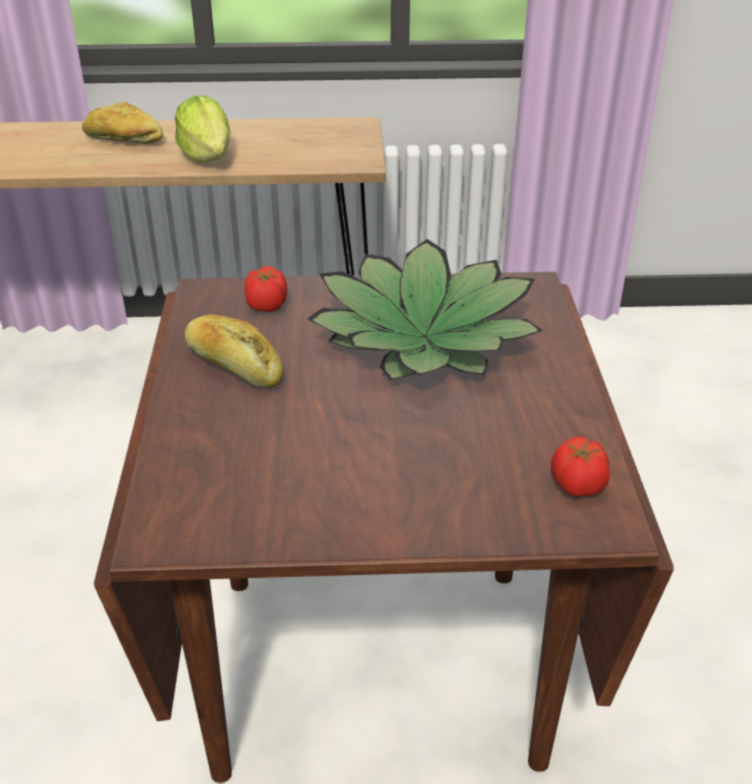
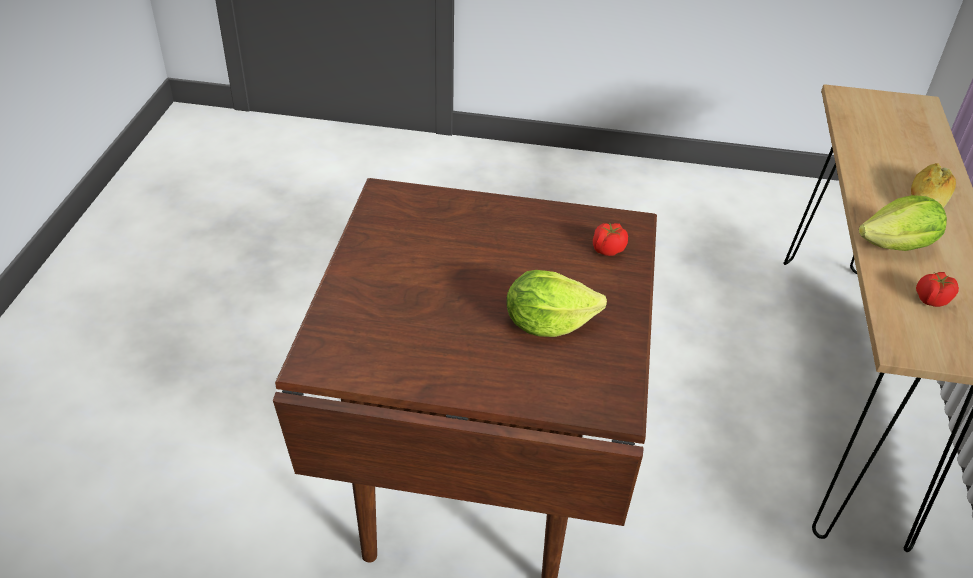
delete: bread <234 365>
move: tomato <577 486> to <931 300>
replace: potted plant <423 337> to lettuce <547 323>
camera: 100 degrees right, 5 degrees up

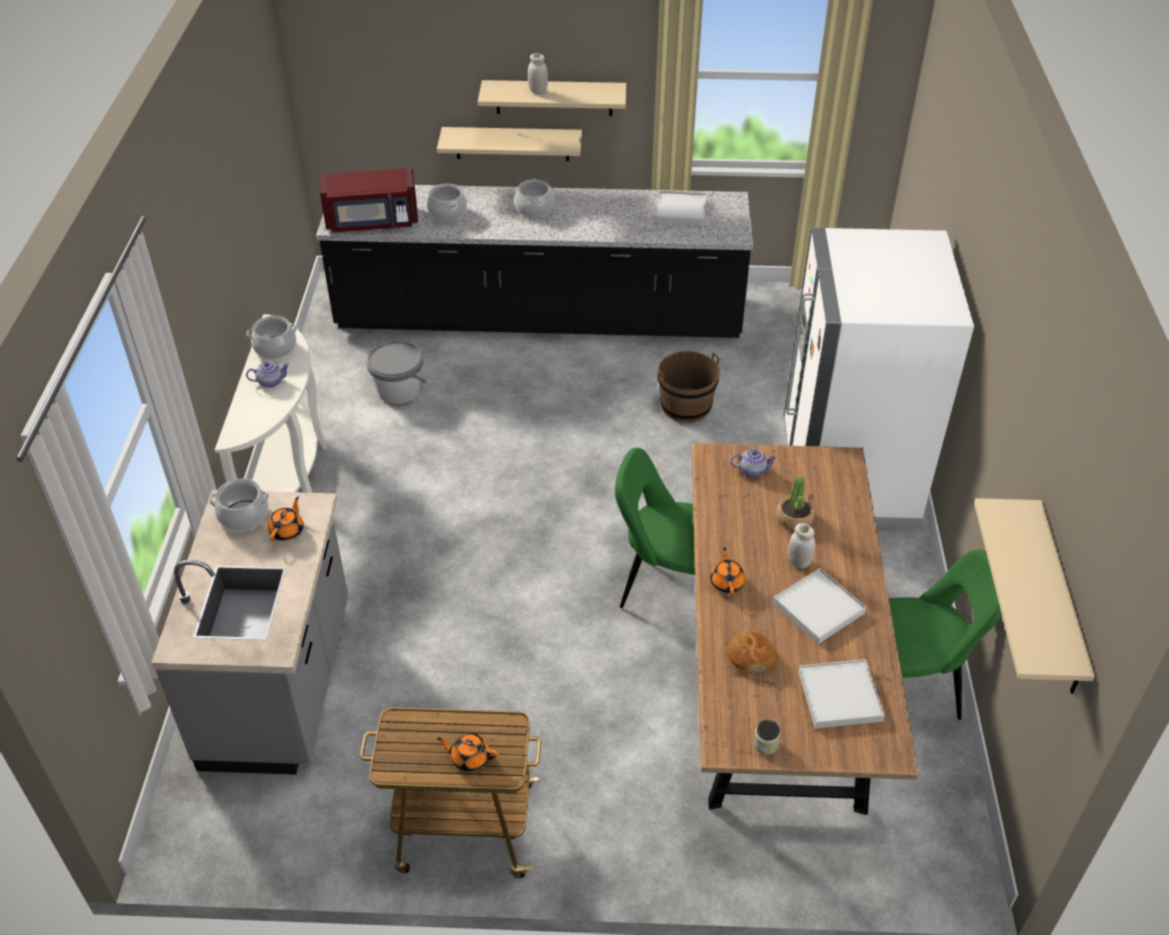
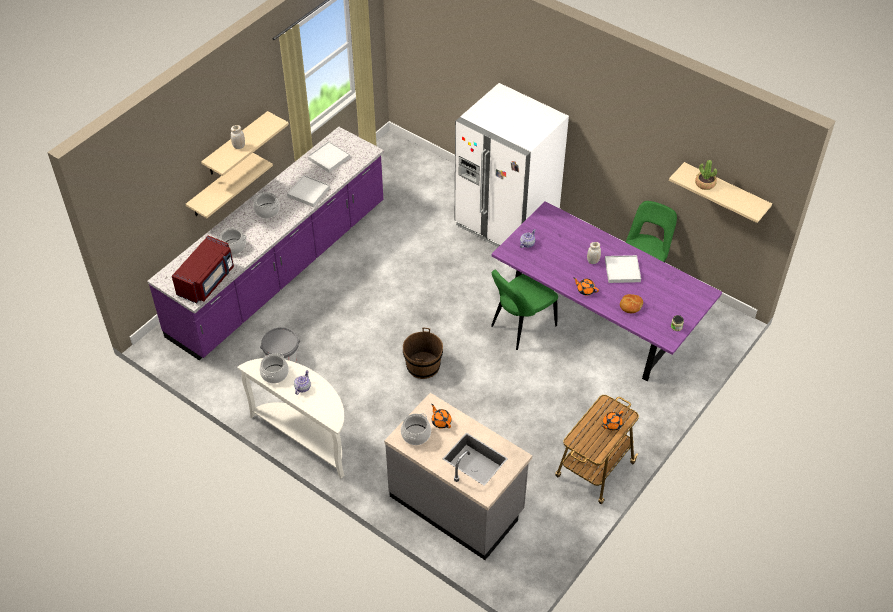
move: tray (white) <840 696> to <308 192>; bucket (brown) <685 405> to <423 366>; potted plant <794 518> to <705 183>
recolor: counter (black) <539 316> to counter (purple) <280 269>; dining table (brown) <775 675> to dining table (purple) <598 319>
camera: 55 degrees left, 5 degrees up

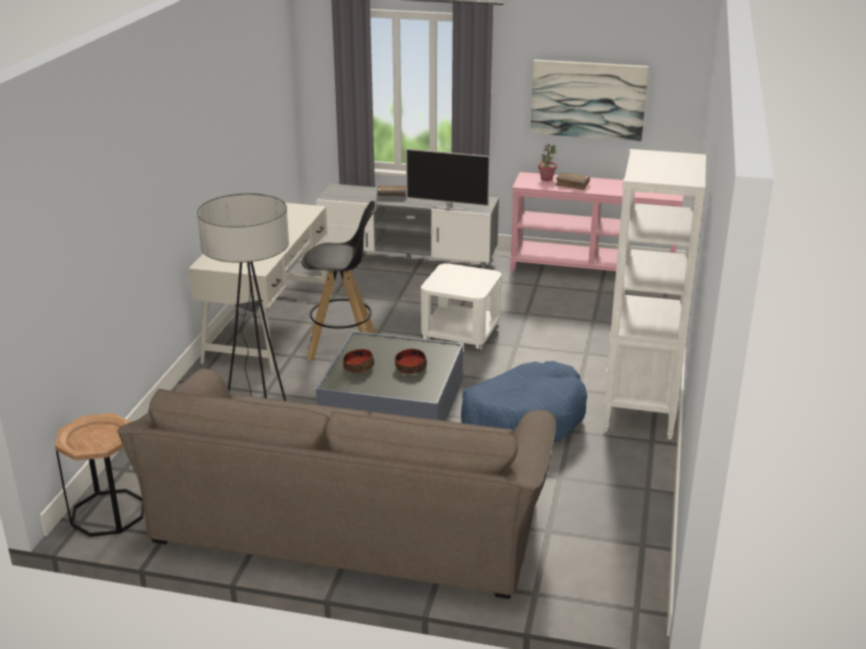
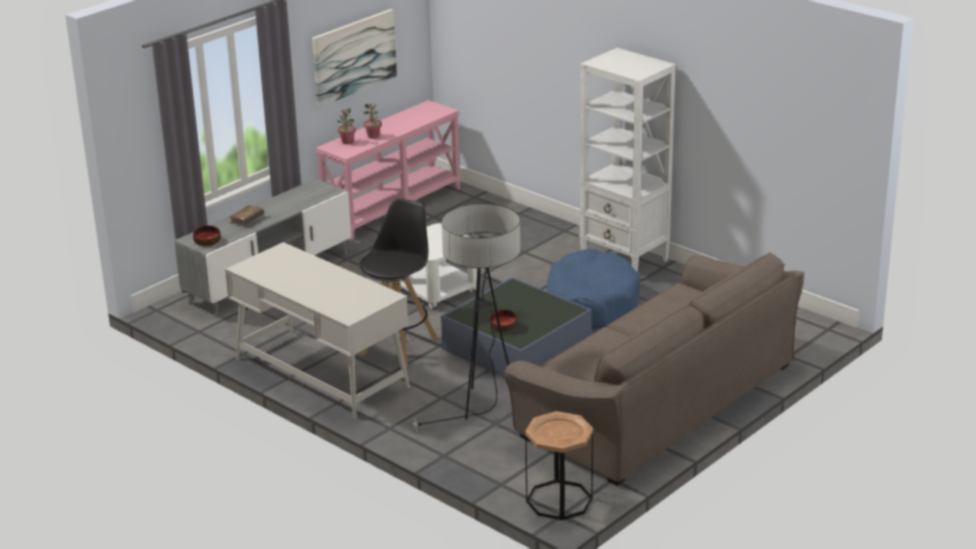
delete: television <448 207>
move: bowl <410 368> to <207 241>
replace: book (brown) <572 184> to potted plant <373 136>
camera: 60 degrees left, 0 degrees up

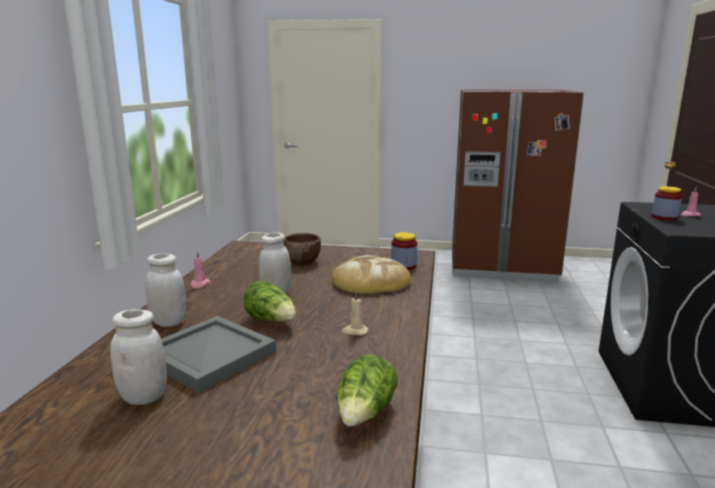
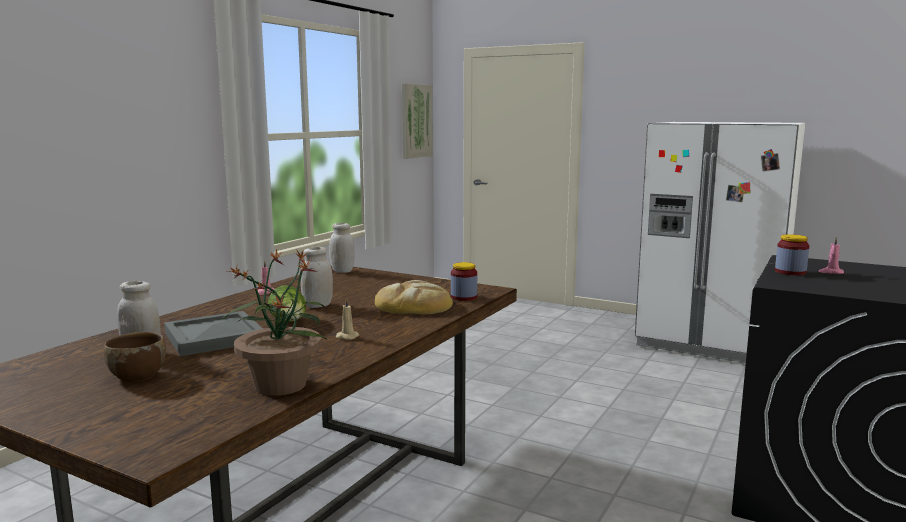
insert: picture <415 121>
move: bowl (brown) <302 261> to <137 376>; jar (white) <168 322> to <342 271>
replace: lettuce <365 413> to potted plant <280 384>
recolor: fridge (brown) <501 267> to fridge (white) <710 342>
camera: 20 degrees right, 5 degrees down

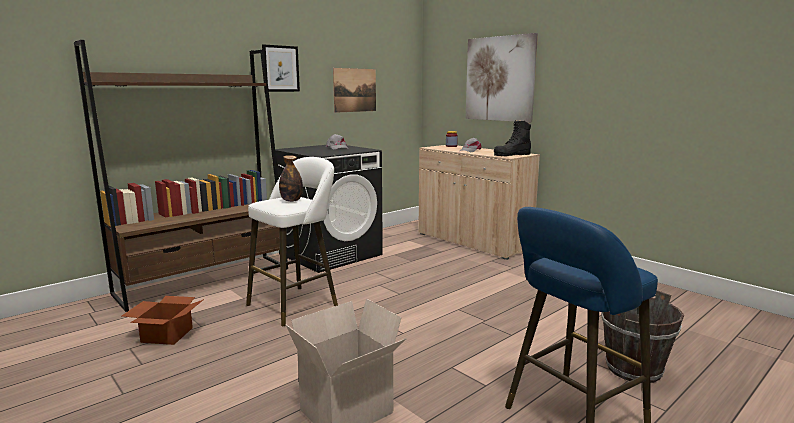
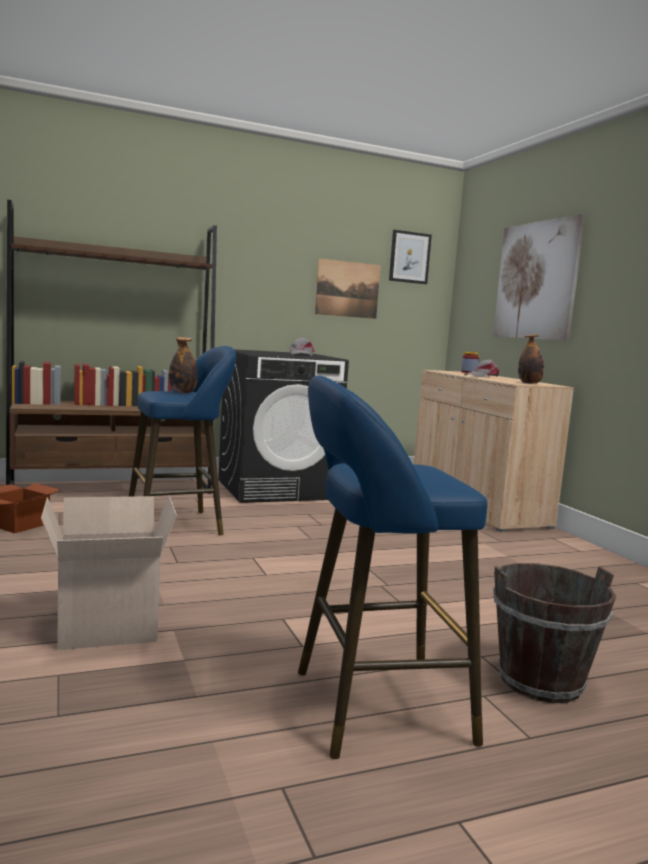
move: picture <280 68> to <409 257>
replace: boot (black) <512 155> to bottle <529 383>
recolor: stool (white) <296 304> to stool (blue) <180 525>
camera: 20 degrees right, 5 degrees down

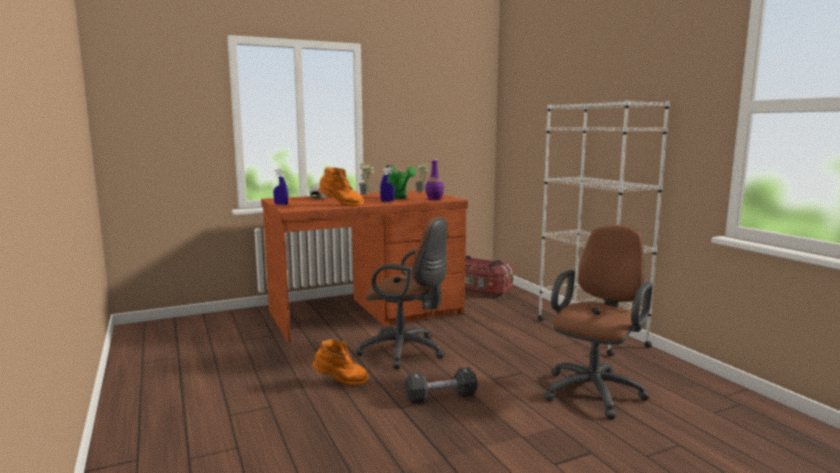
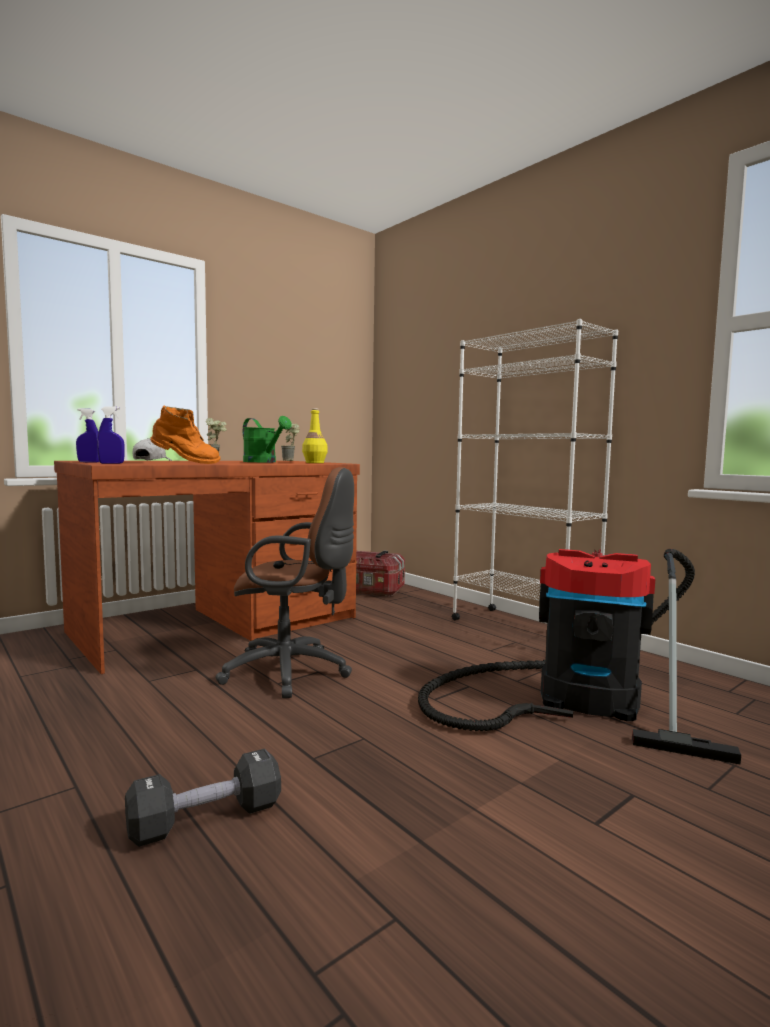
delete: boot (orange) <340 382>
move: spray bottle (blue) <387 201> to <111 463>; dumbbell (black) <441 397> to <206 819>
replace: office chair (brown) <595 390> to vacuum cleaner <576 700>
recolor: bottle (purple) <434 199> to bottle (yellow) <314 463>
camera: 15 degrees left, 5 degrees down

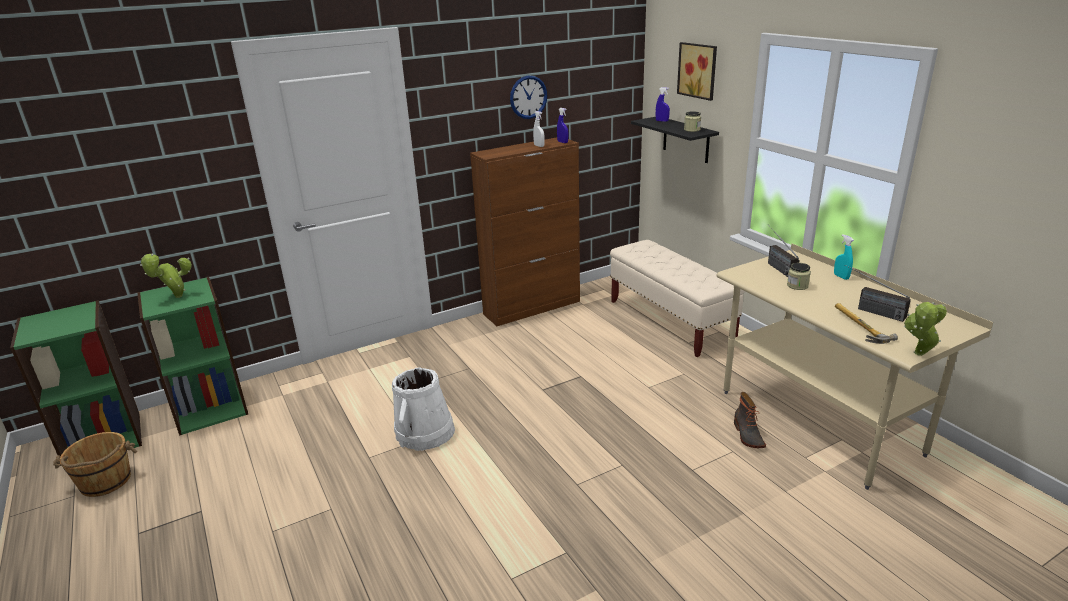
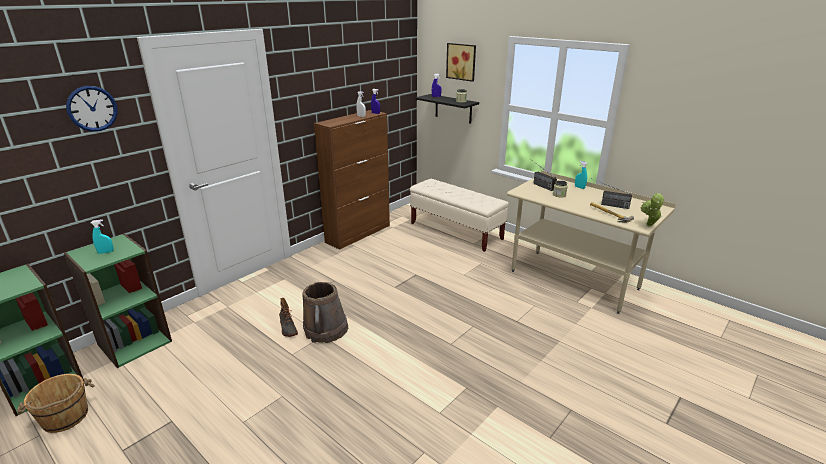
move: wall clock <528 97> to <92 108>; boot <747 435> to <287 328>
replace: potted plant <176 297> to spray bottle (turquoise) <106 252>
recolor: bucket (white) <425 433> to bucket (brown) <326 330>
camera: 20 degrees left, 0 degrees up

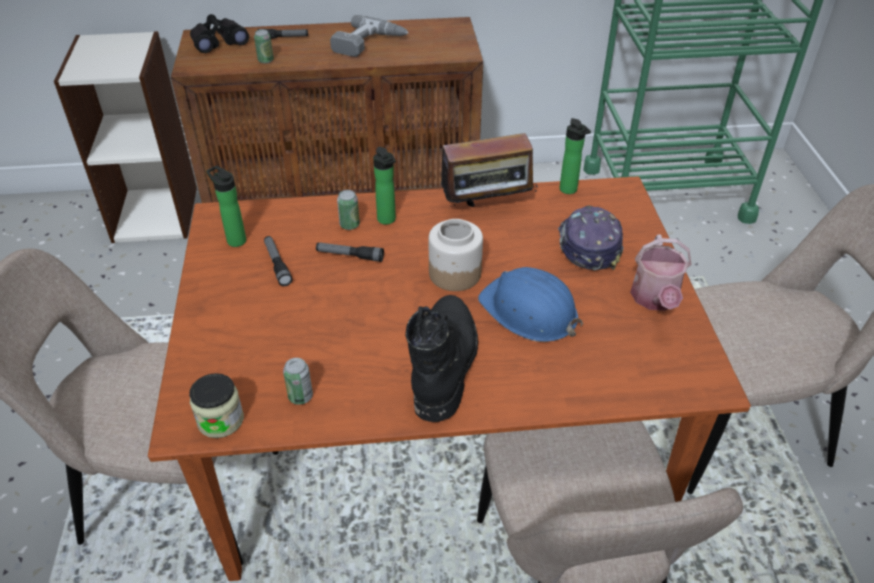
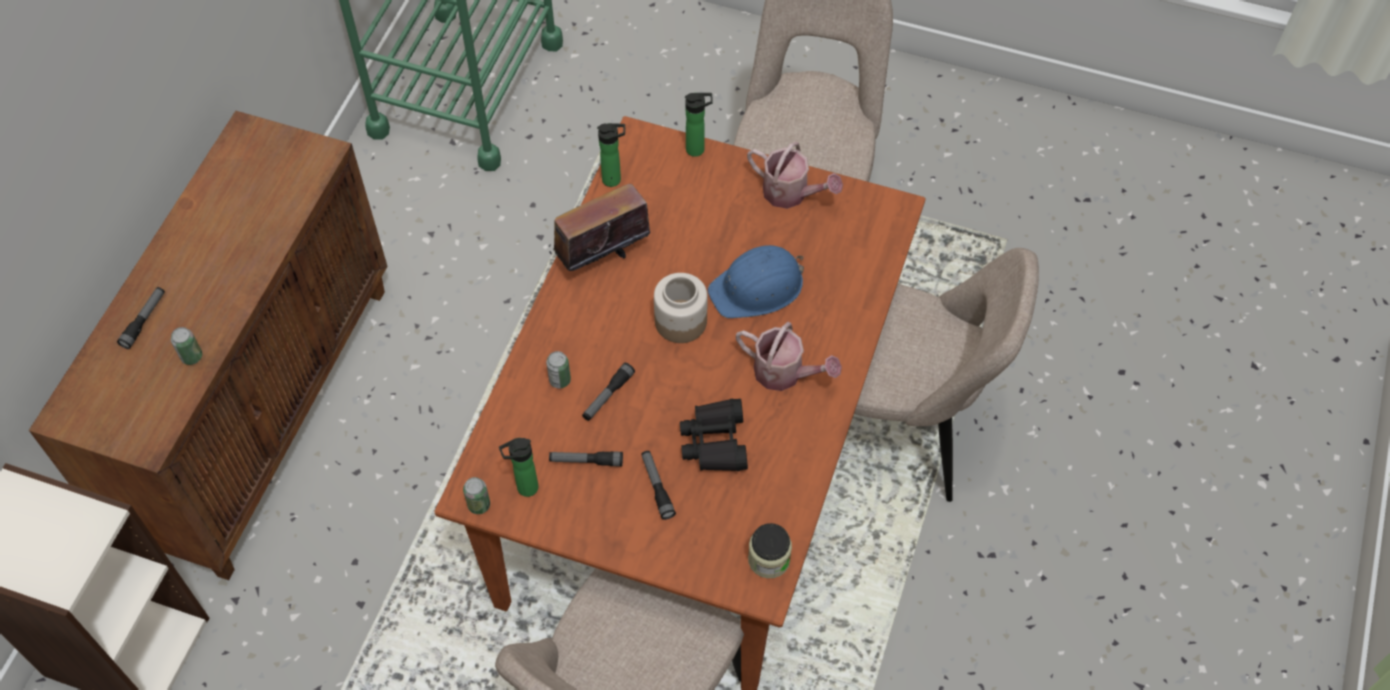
delete: power drill <369 44>; cap <588 245>
insert: flashlight <657 487>
move: can <300 396> to <479 505>; binoculars (black) <219 42> to <715 442>; bottle <387 221> to <698 149>
replace: boot (black) <444 362> to watering can <784 373>
rotate: radio <487 208> = <601 257> 135 degrees counterclockwise
camera: 65 degrees left, 15 degrees up

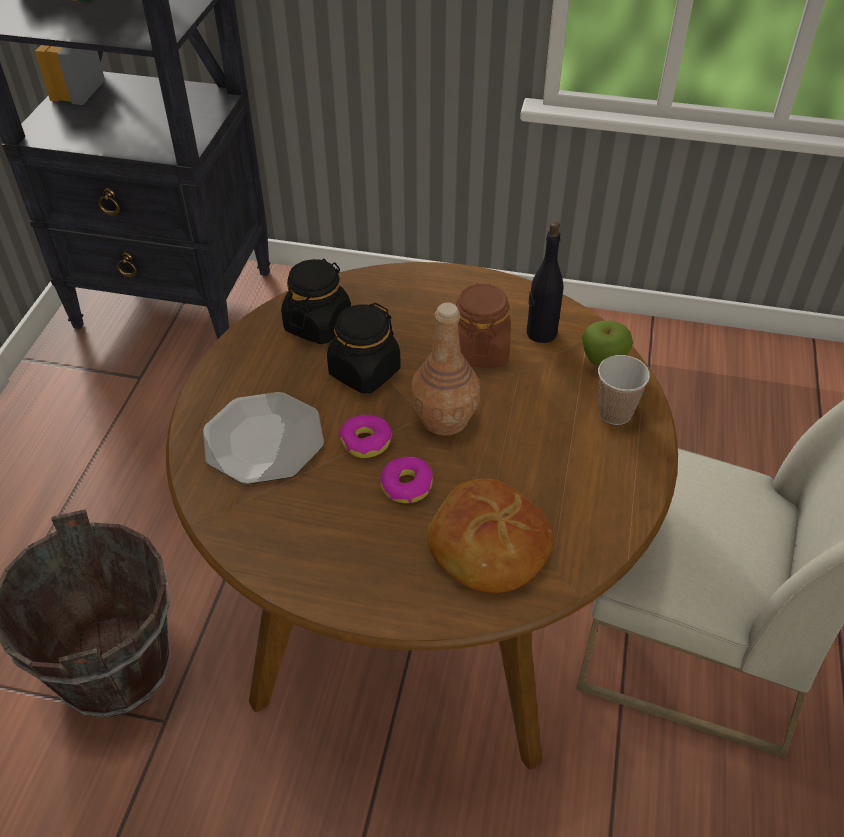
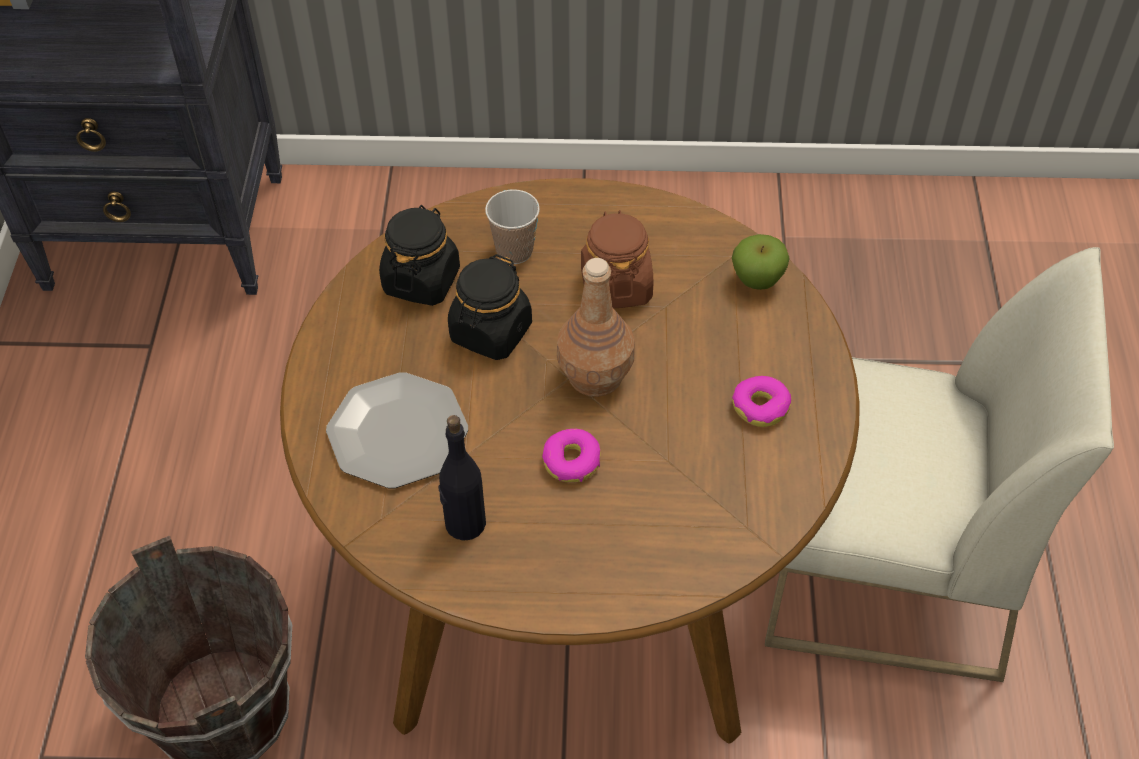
delete: bread <487 548>
move: bottle (black) <541 333> to <464 524>; cup <615 413> to <514 251>; donut <366 441> to <761 407>
camera: 10 degrees left, 5 degrees up

